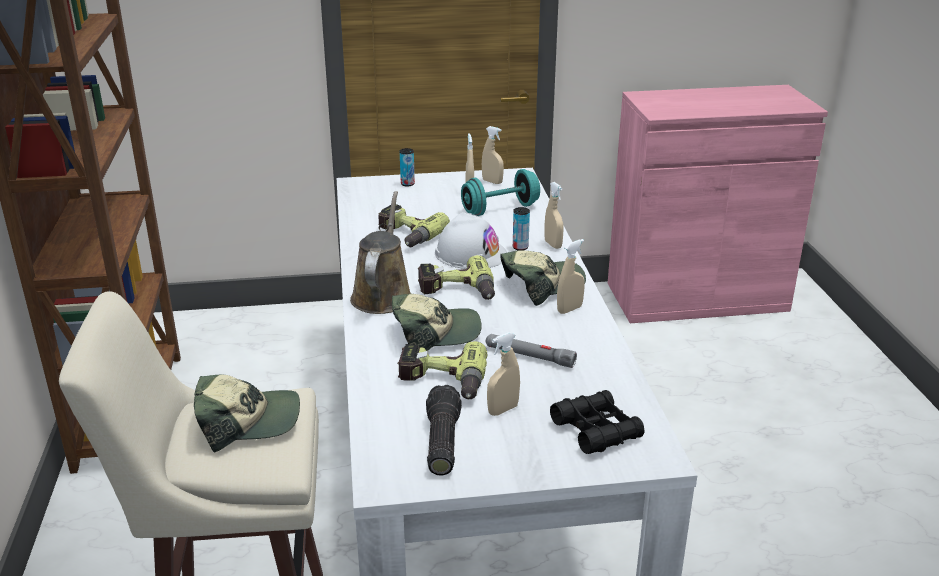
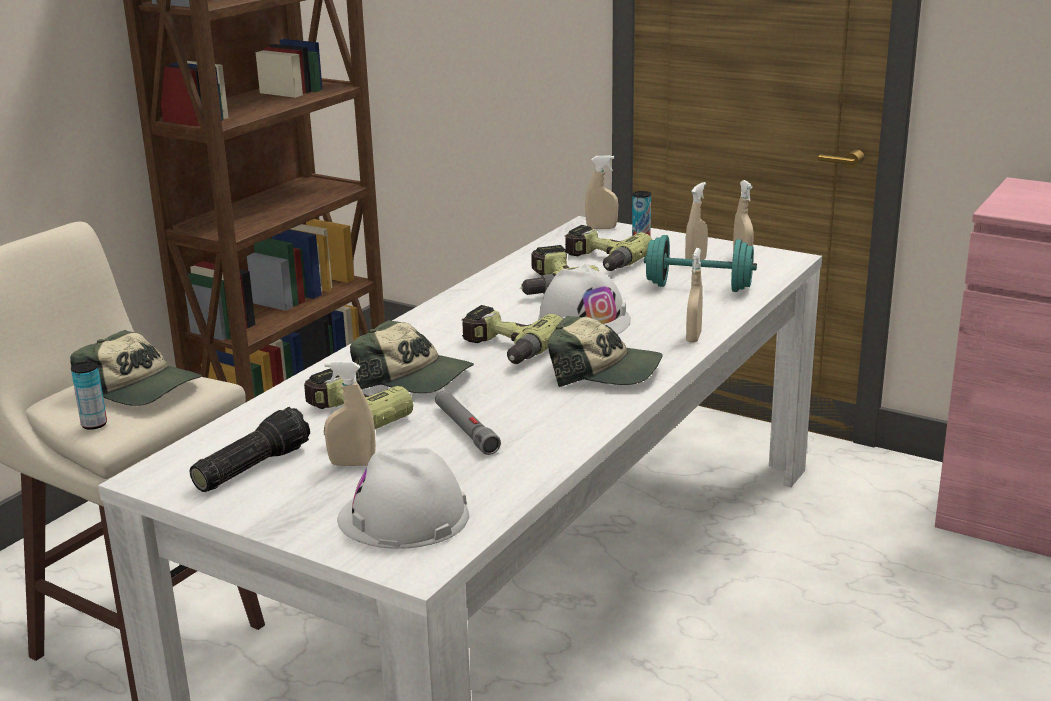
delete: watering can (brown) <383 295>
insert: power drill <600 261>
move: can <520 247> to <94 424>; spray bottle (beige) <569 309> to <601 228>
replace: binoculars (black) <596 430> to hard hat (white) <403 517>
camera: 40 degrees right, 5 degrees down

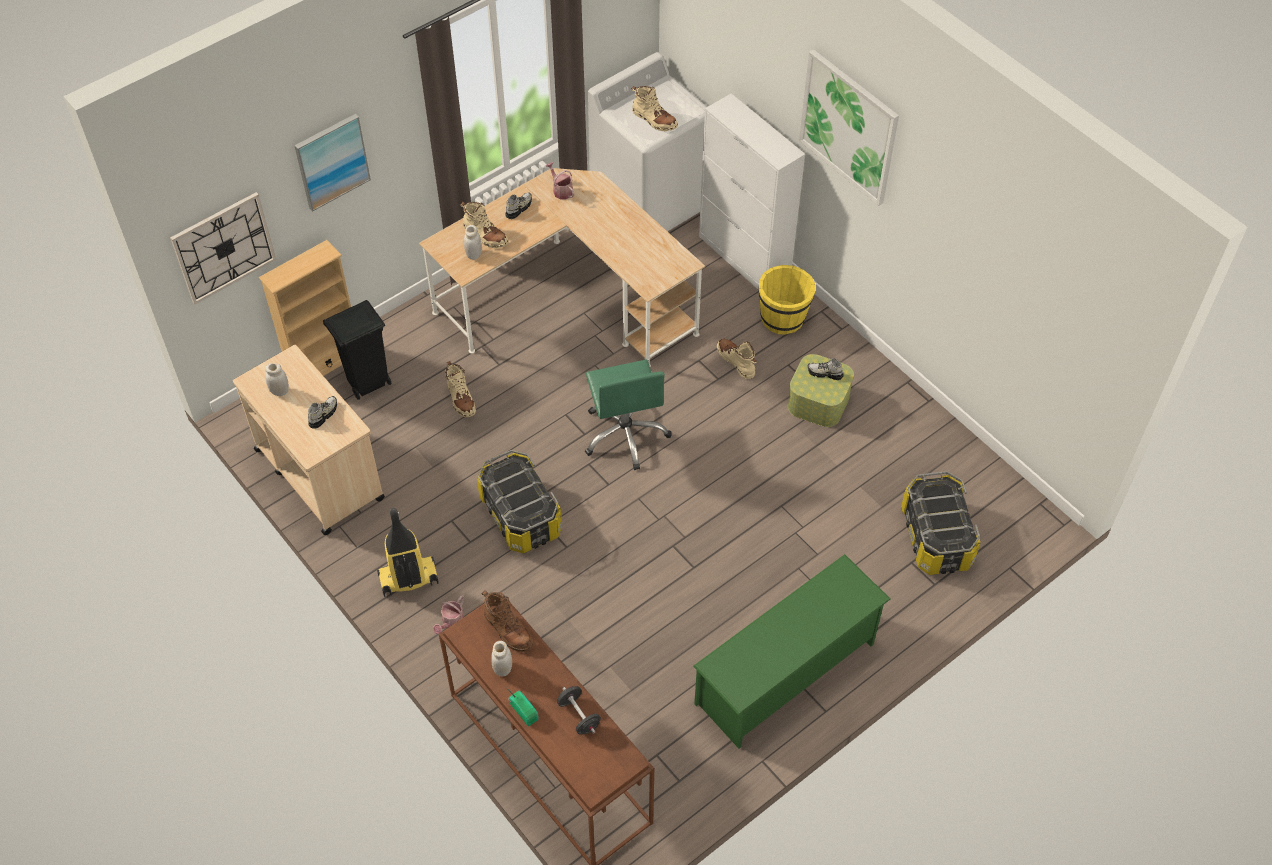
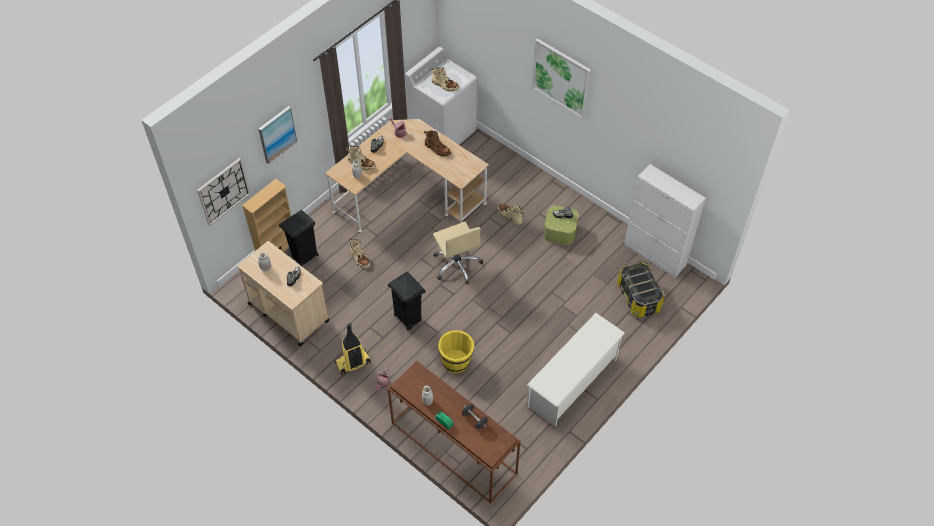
move: boot (brown) <508 630> to <437 149>; bucket (yellow) <783 318> to <456 361>; cabinet (white) <744 259> to <655 255>
replace: storage box <520 515> to trash can (black) <408 318>
recolor: office chair (green) <625 434> to office chair (beige) <457 265>; shoe rack (green) <786 674> to shoe rack (white) <572 383>
camera: 10 degrees left, 0 degrees up

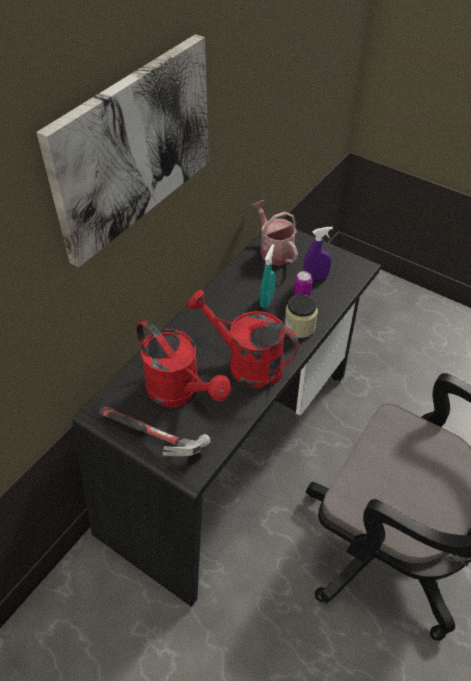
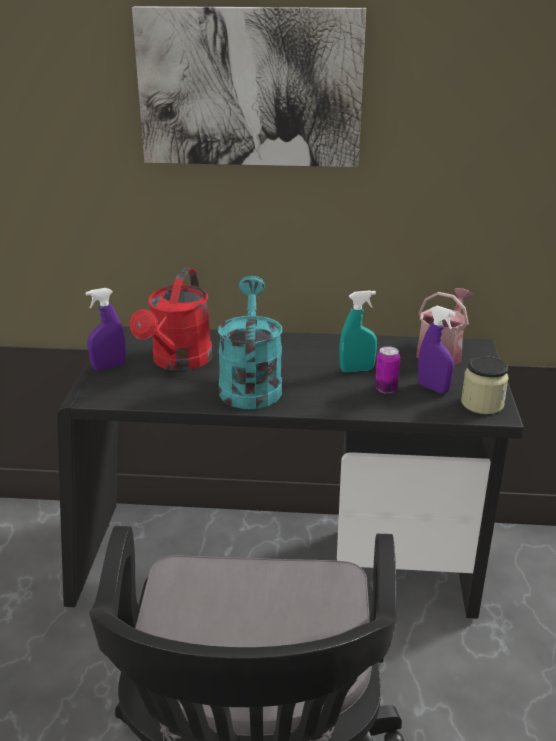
move: jar <299 327> to <482 404>
replace: hammer <154 439> to spray bottle (purple) <109 367>
recolor: watering can (red) <246 363> to watering can (turquoise) <250 384>
camera: 60 degrees right, 20 degrees down

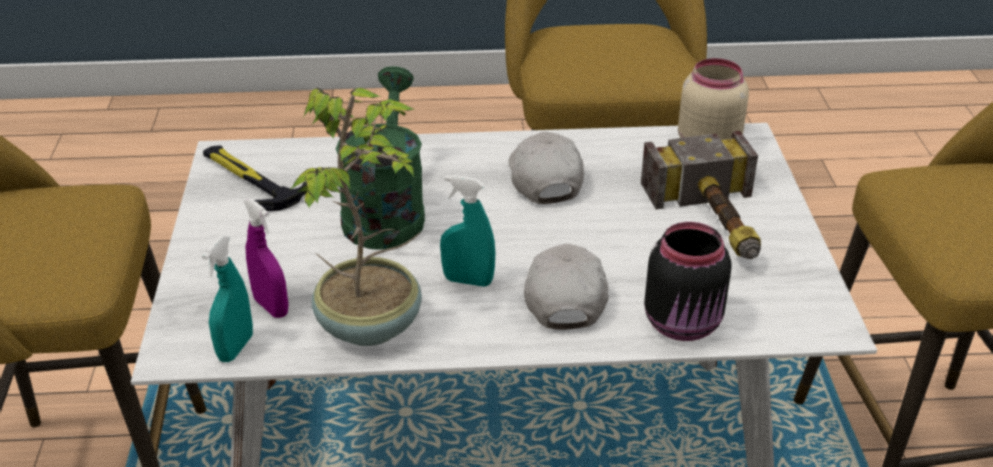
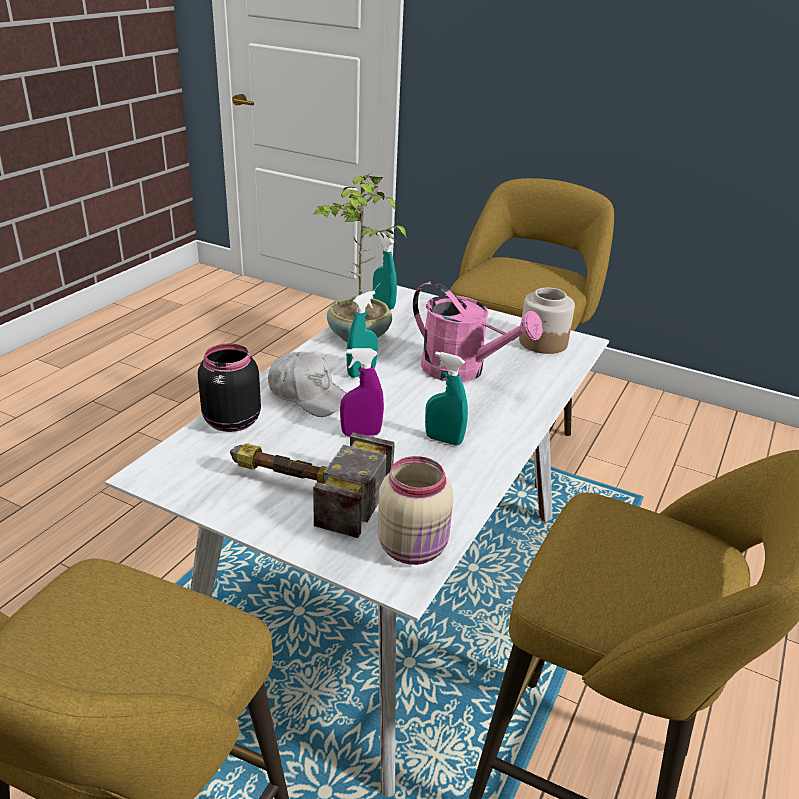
move: spray bottle (purple) <271 307> to <361 434>
replace: cap (white) <544 178> to spray bottle (turquoise) <443 440>; hammer <250 180> to jar <542 342>
recolor: watering can (green) <385 211> to watering can (pink) <463 371>
camera: 120 degrees right, 5 degrees down

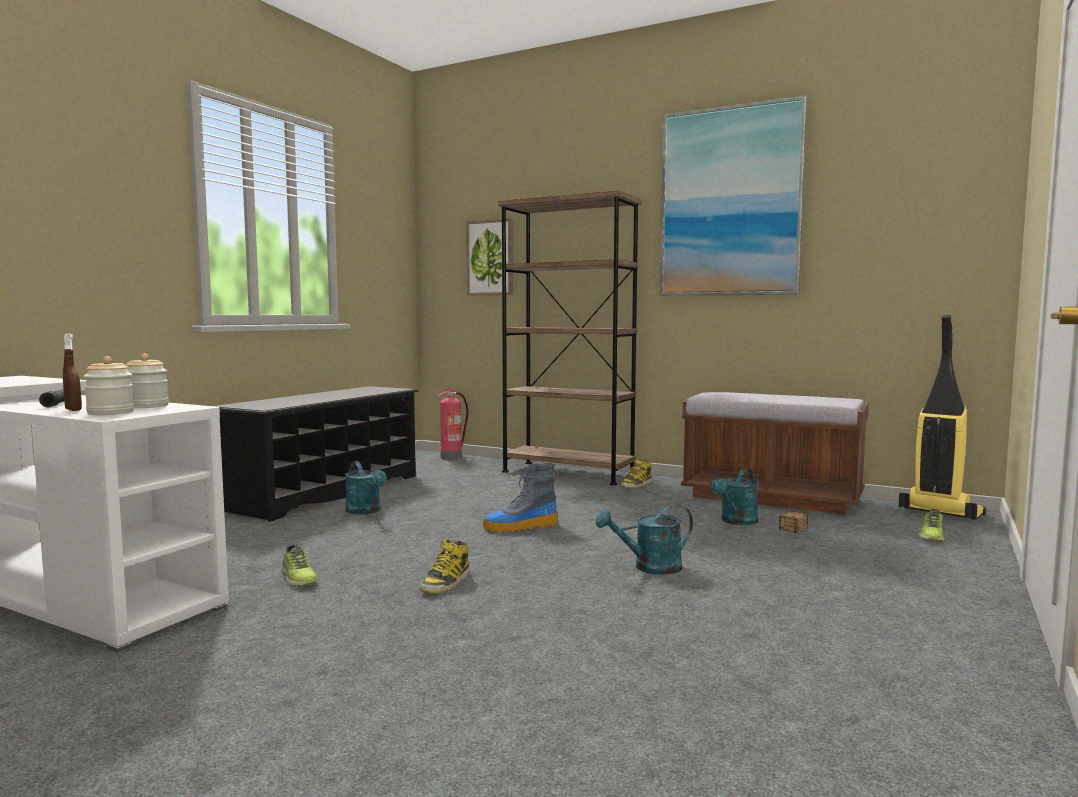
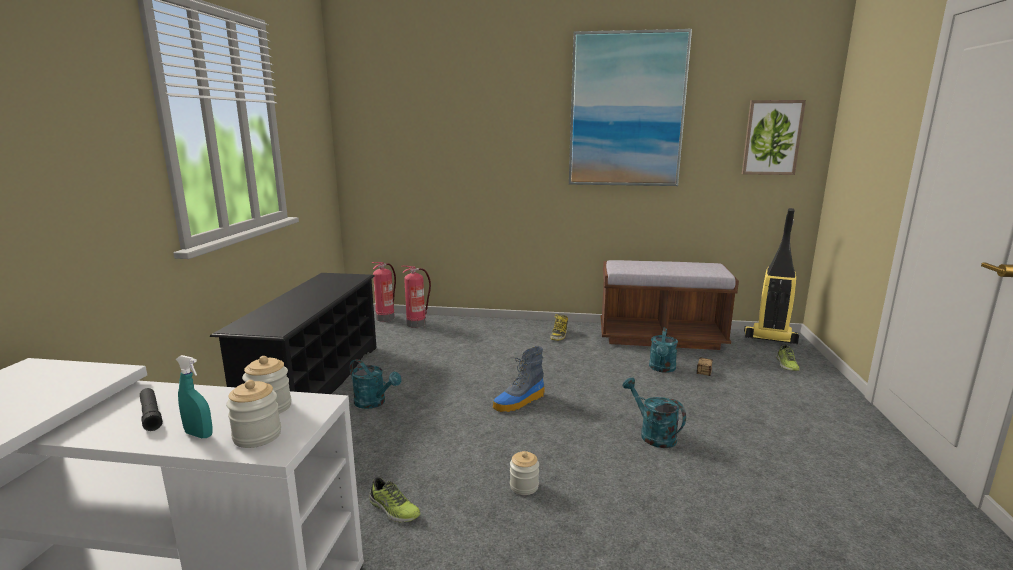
delete: bookcase (brown) <568 473>
insert: fire extinguisher <417 323>
move: picture <490 258> to <772 138>
replace: boot <446 582> to jar <524 486>
recolor: spray bottle (brown) <73 410> to spray bottle (turquoise) <199 434>
rotate: watering can (turquoise) <649 567> = <652 434> 90 degrees clockwise
camera: 20 degrees left, 10 degrees up

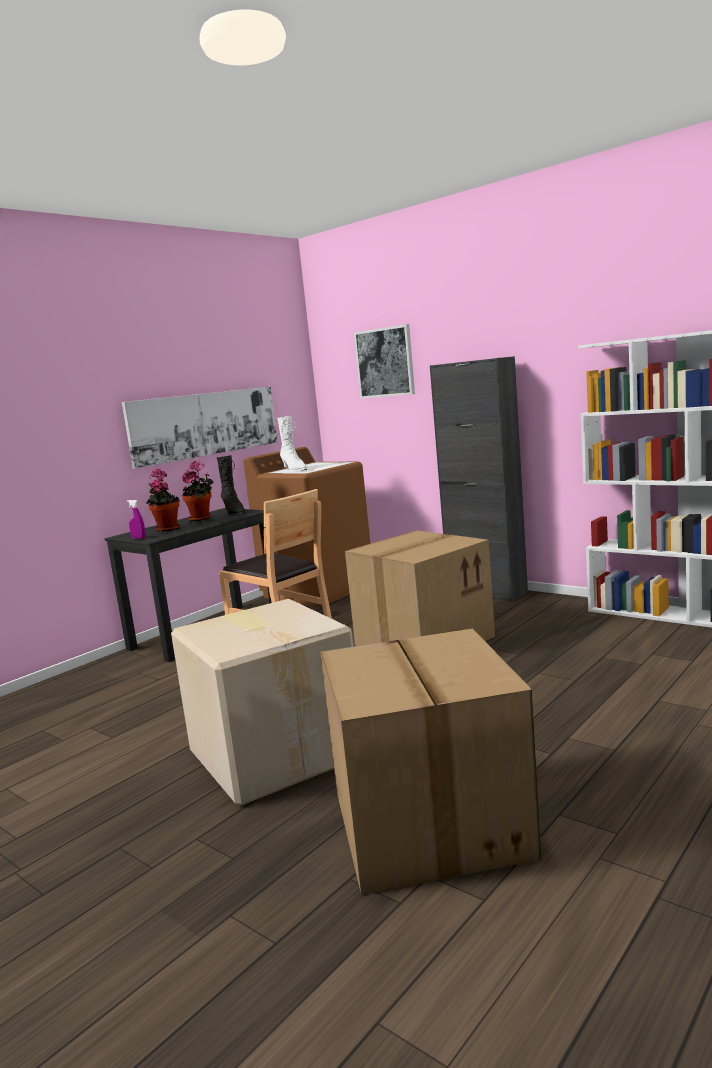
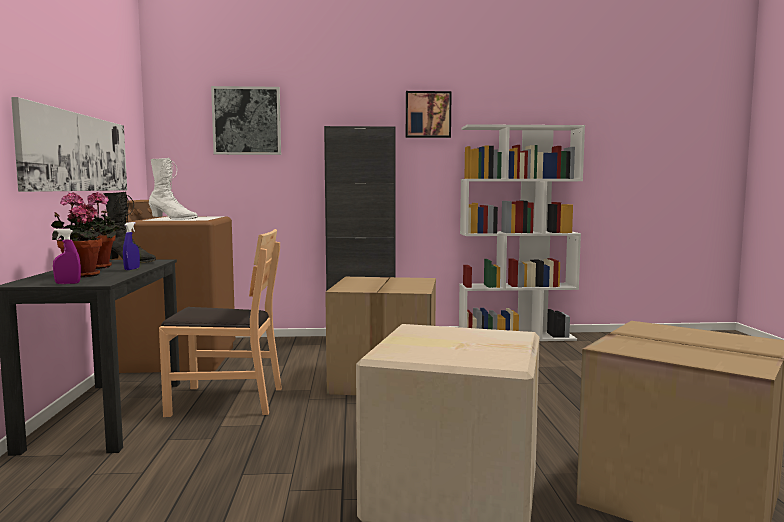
insert: spray bottle (blue) <132 269>; picture <428 114>
camera: 45 degrees left, 5 degrees down

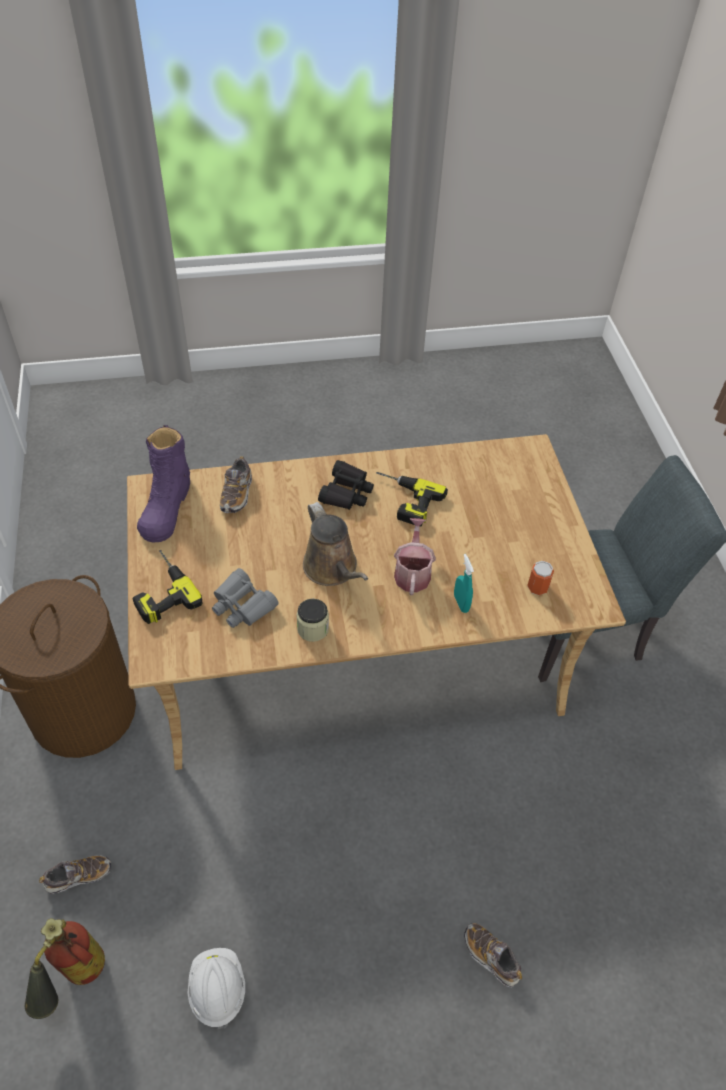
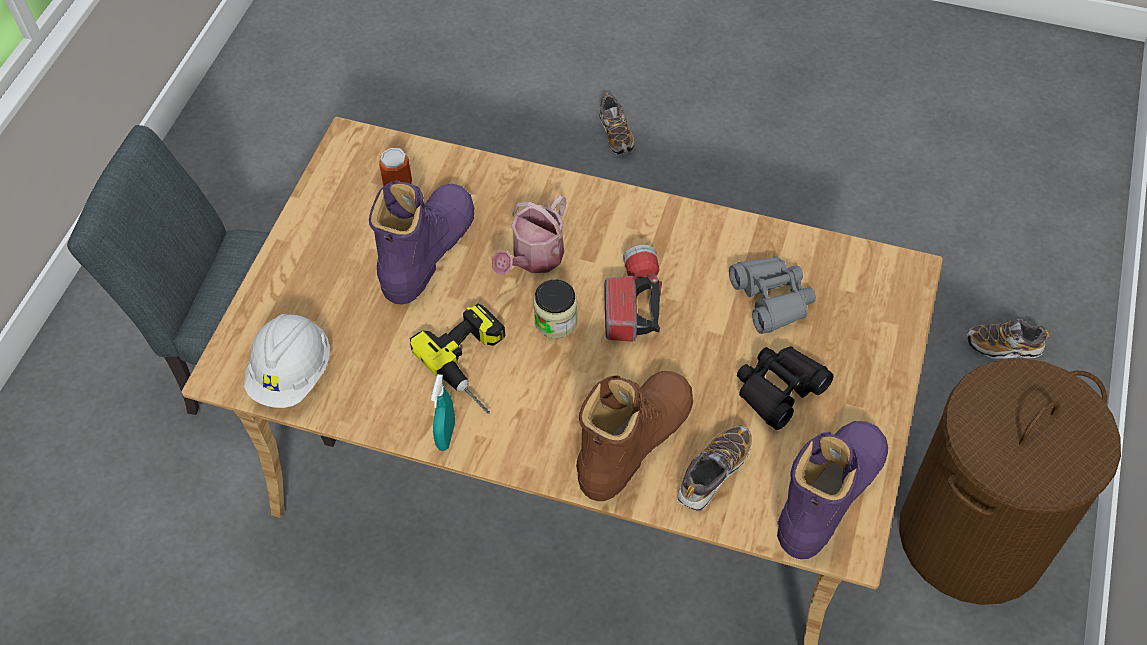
delete: fire extinguisher <75 982>; power drill <160 590>
insert: boot (purple) <427 250>; boot (brown) <634 441>
move: hard hat (white) <217 990> to <292 374>; spray bottle (turquoise) <461 603> to <446 435>; jar <313 629> to <556 321>; binoculars (black) <346 492> to <779 389>
replace: watering can (brown) <332 569> to flashlight <632 302>
camera: 150 degrees left, 5 degrees up

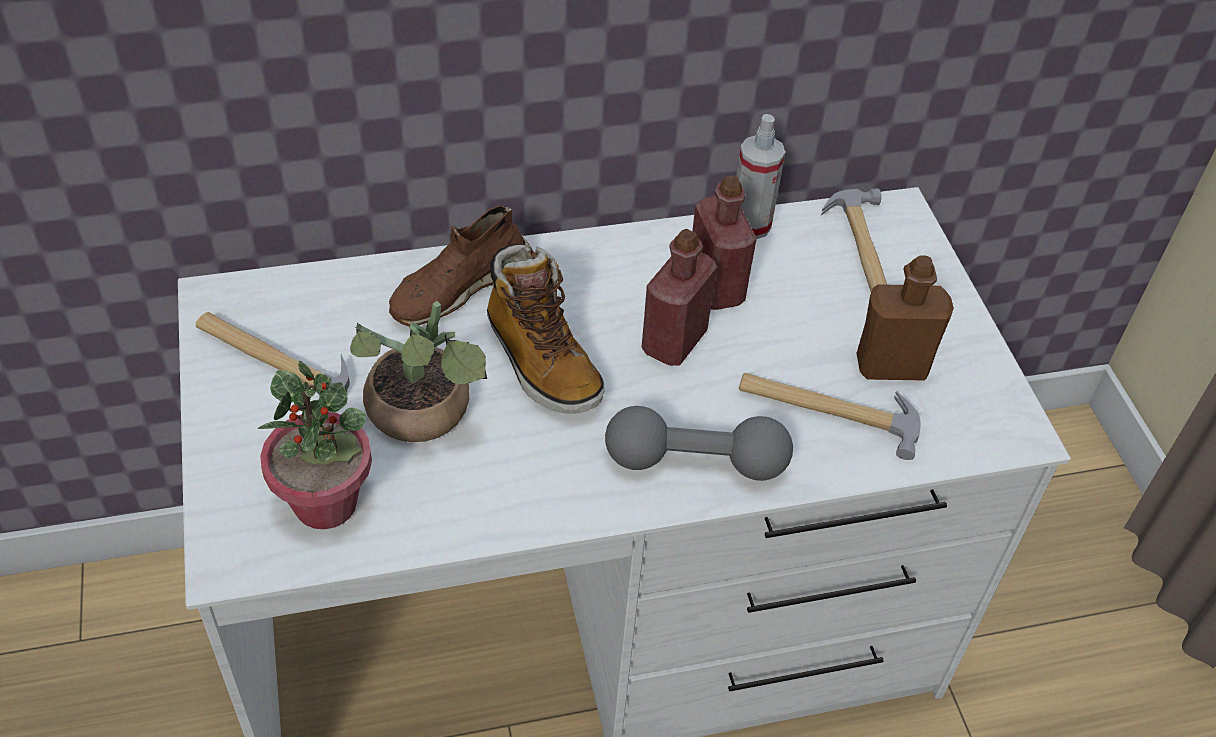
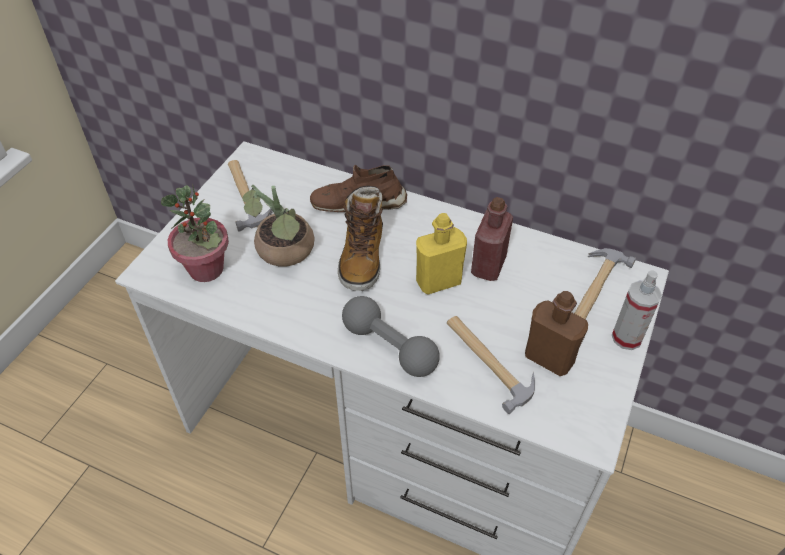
move: spray bottle <750 225> to <627 337>
recolor: bottle (red) <674 341> to bottle (yellow) <438 281>
camera: 40 degrees right, 0 degrees up

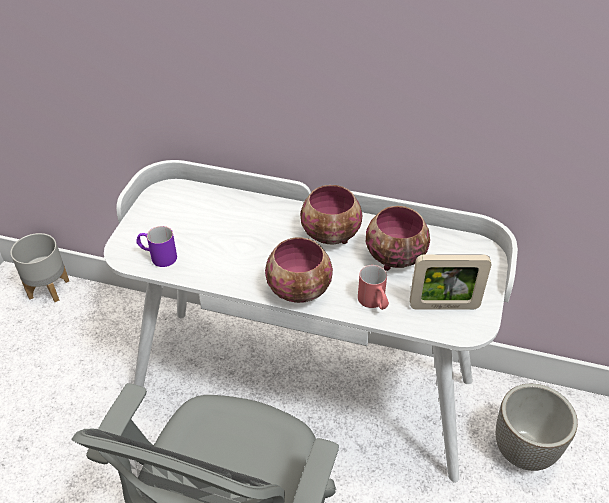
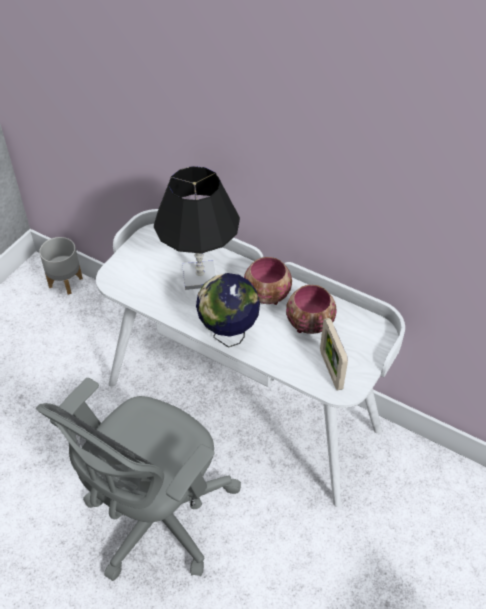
delete: mug (purple) <158 257>; mug (red) <374 303>; planter <524 451>
insert: table lamp (black) <200 276>
replace: bowl <300 291> to globe <228 335>
rotate: picture frame <444 306> = <331 370> 60 degrees clockwise
camera: 15 degrees right, 5 degrees up

